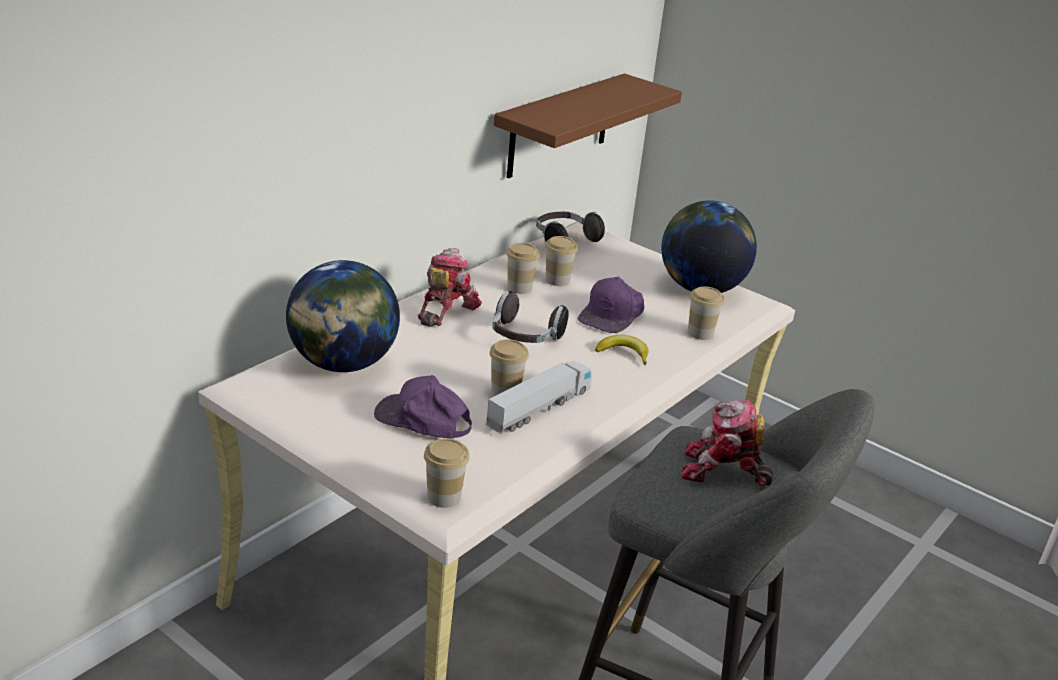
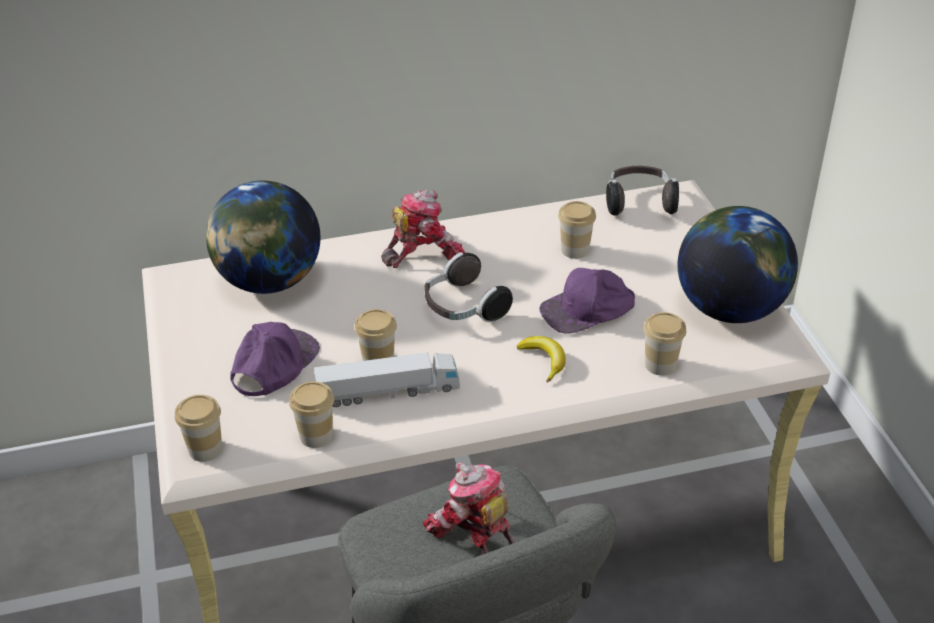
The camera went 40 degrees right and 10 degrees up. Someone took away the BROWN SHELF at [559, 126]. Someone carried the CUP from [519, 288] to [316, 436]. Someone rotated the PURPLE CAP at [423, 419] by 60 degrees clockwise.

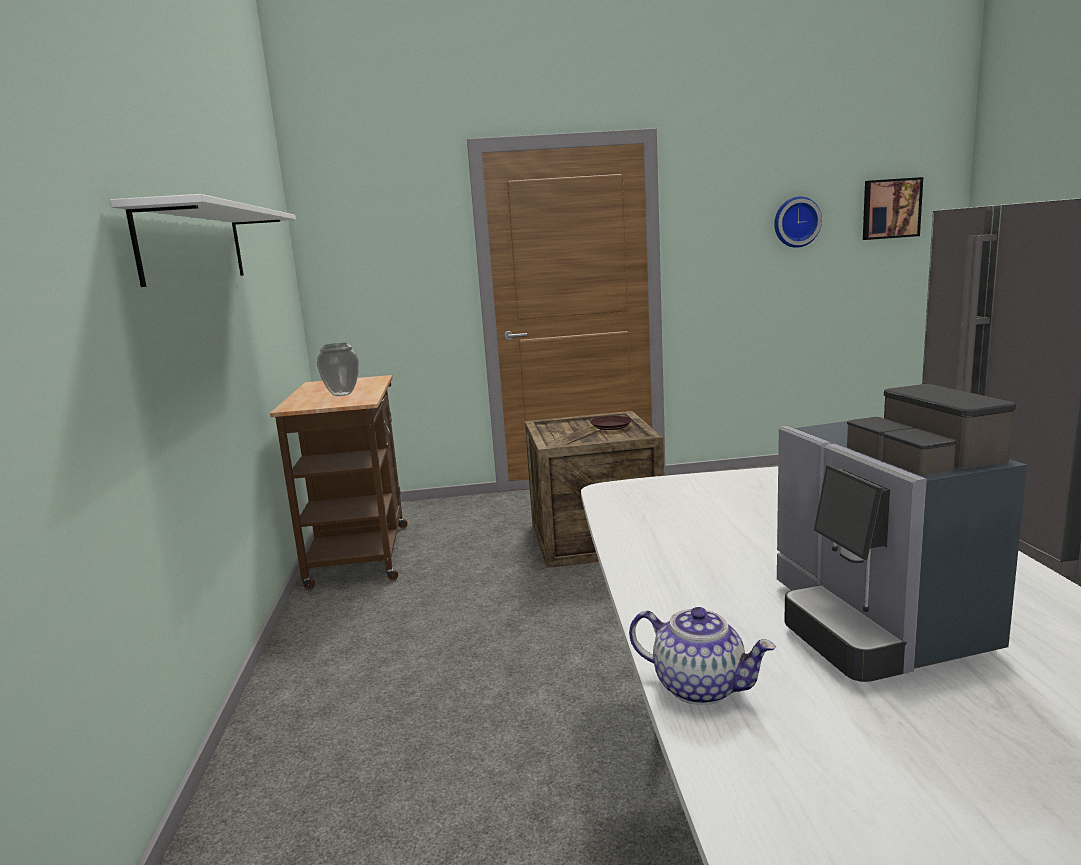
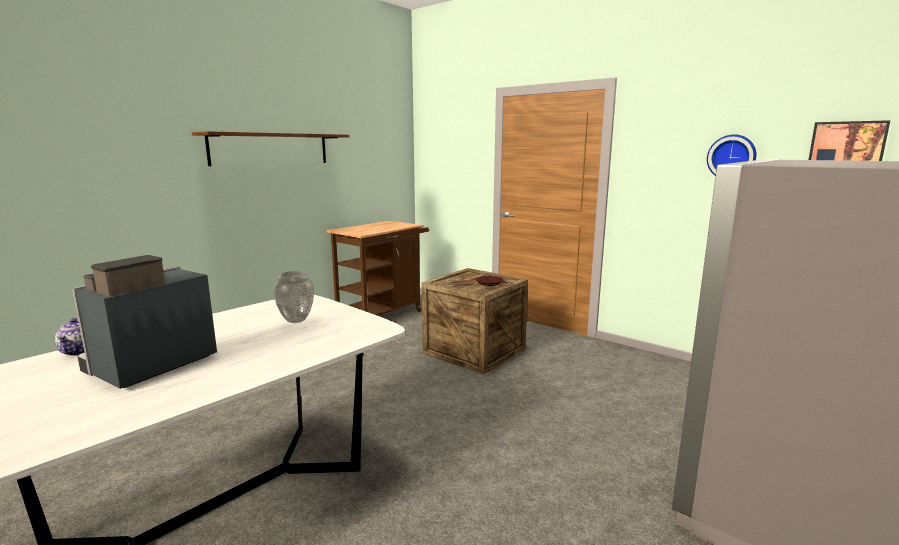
The camera went 45 degrees right and 0 degrees up. Someone repainted the WHITE SHELF at [194, 245], which became the BROWN SHELF at [271, 149]. Someone carried the VASE from [341, 394] to [295, 320].

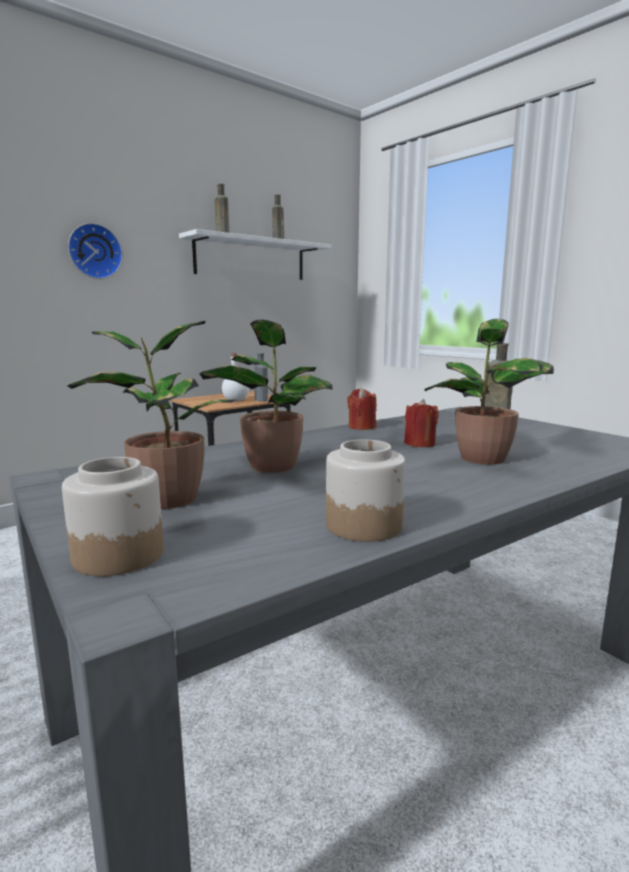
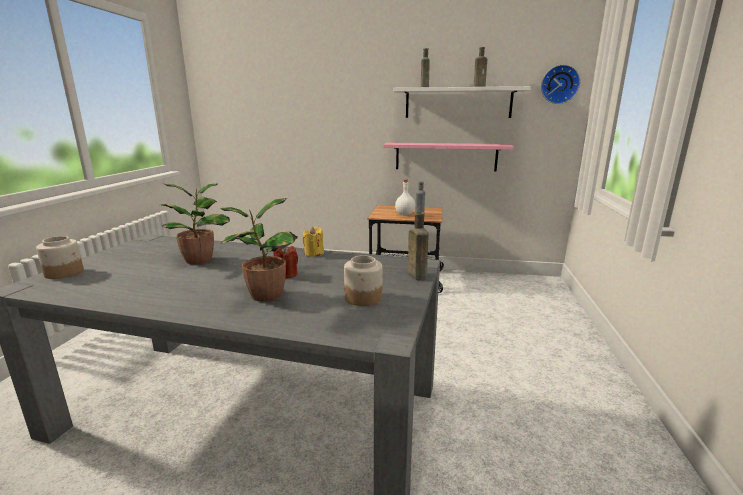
The camera went 50 degrees right and 5 degrees up. Someone carried the WALL CLOCK from [94, 251] to [559, 84]. Someone took away the POTTED PLANT at [164, 499]. Someone repainted the RED CANDLE at [361, 427], which became the YELLOW CANDLE at [314, 253]. Someone carried the JAR from [364, 525] to [363, 297]. Someone put up the PINK SHELF at [446, 156].

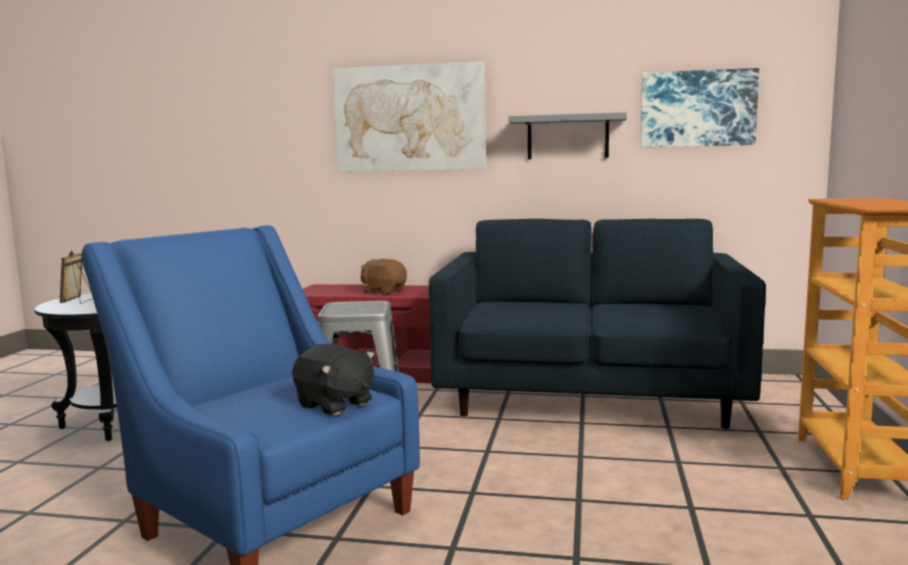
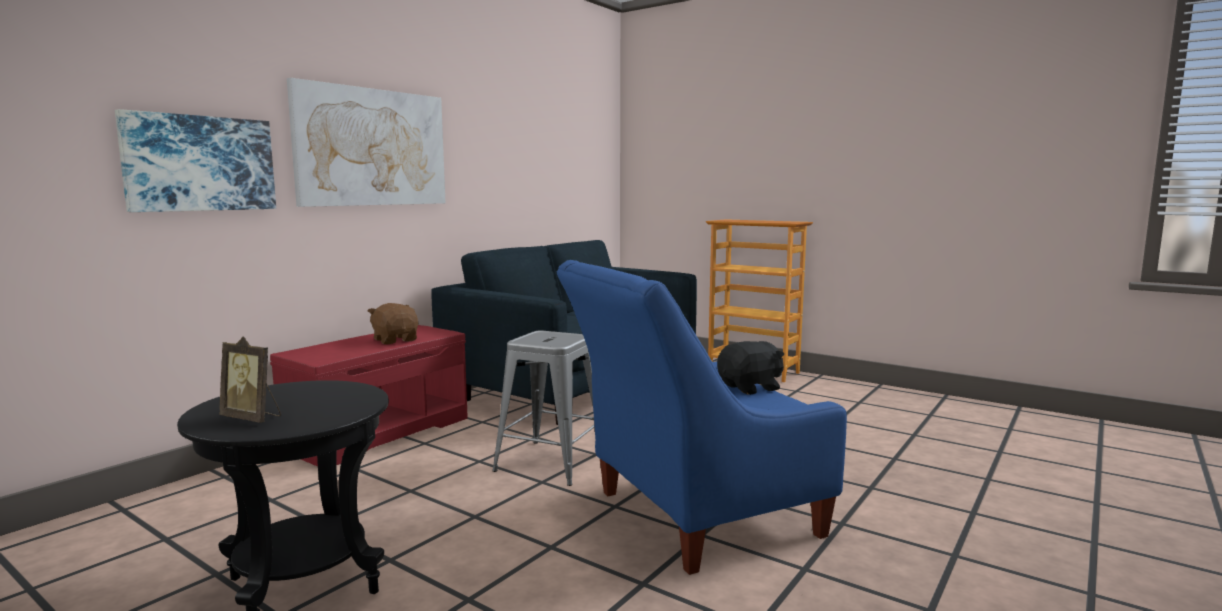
The camera went 65 degrees left and 0 degrees up. Someone carried the PICTURE from [697, 109] to [200, 163]. Someone took away the GREY SHELF at [568, 137]. Someone rotated the BROWN PLUSH TOY at [383, 292] by 90 degrees clockwise.

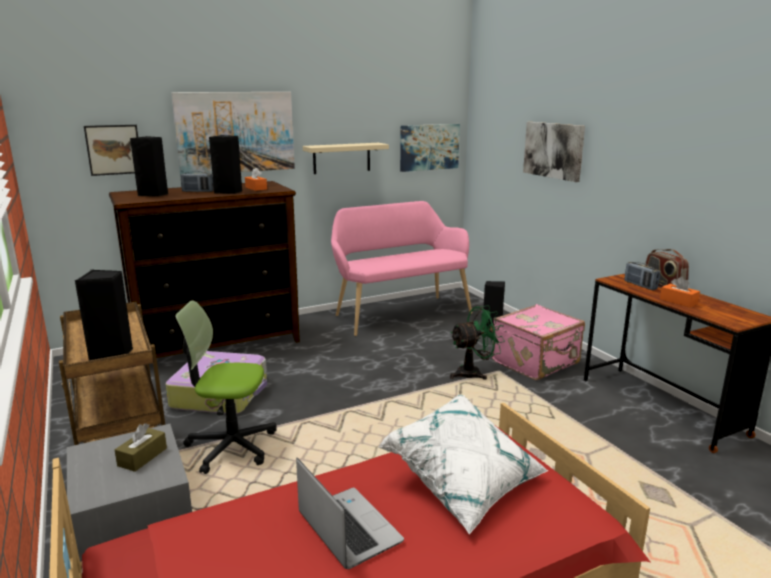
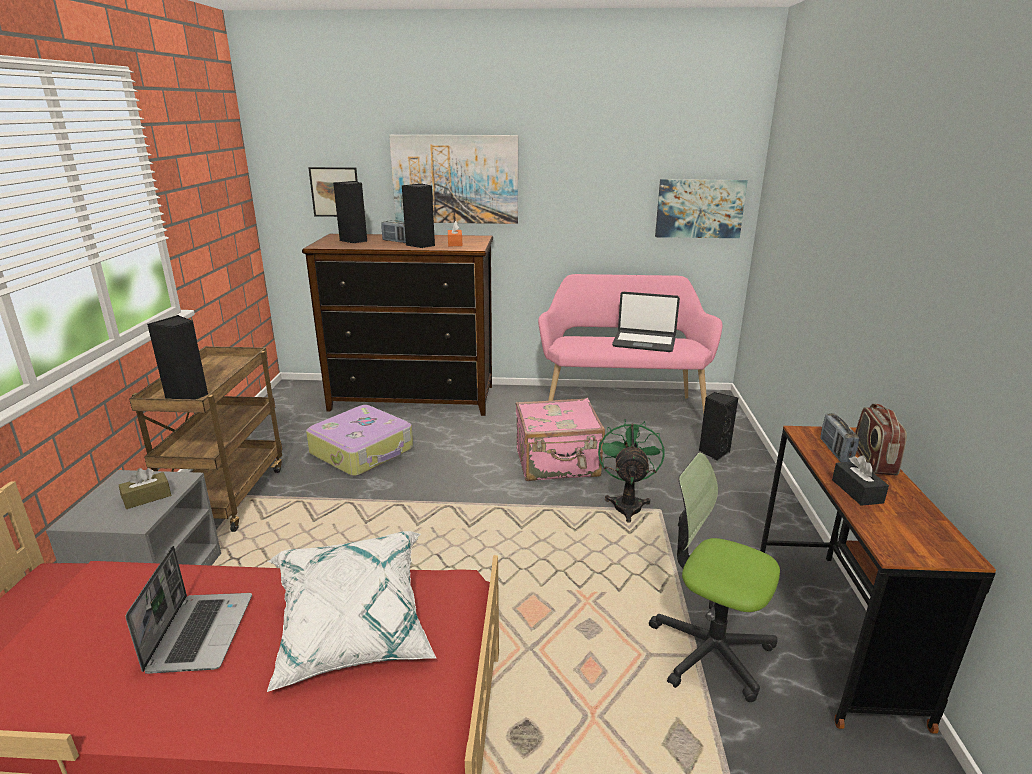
The camera went 30 degrees right and 5 degrees up. Someone took away the PICTURE at [553, 150]. Someone took away the BEIGE SHELF at [341, 158]. Someone repainted the ORANGE TISSUE BOX at [678, 301], which became the BLACK TISSUE BOX at [857, 491]. Someone carried the OFFICE CHAIR from [231, 446] to [710, 650]. Someone carried the PINK SUITCASE from [536, 363] to [558, 464]. Someone rotated the GREEN FAN at [474, 373] by 90 degrees counterclockwise. Someone put down the LAPTOP at [644, 342].

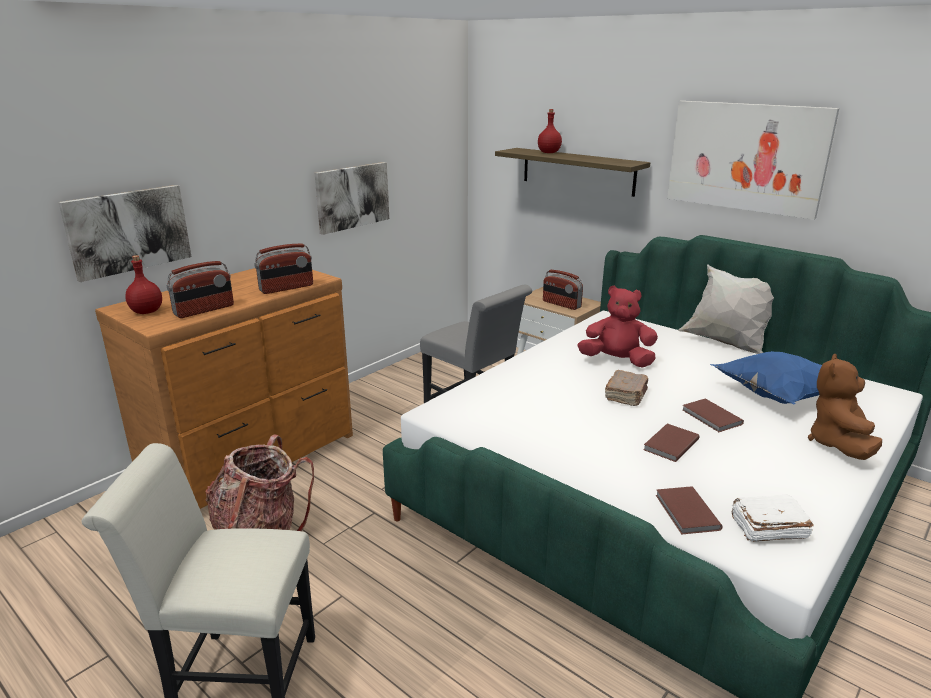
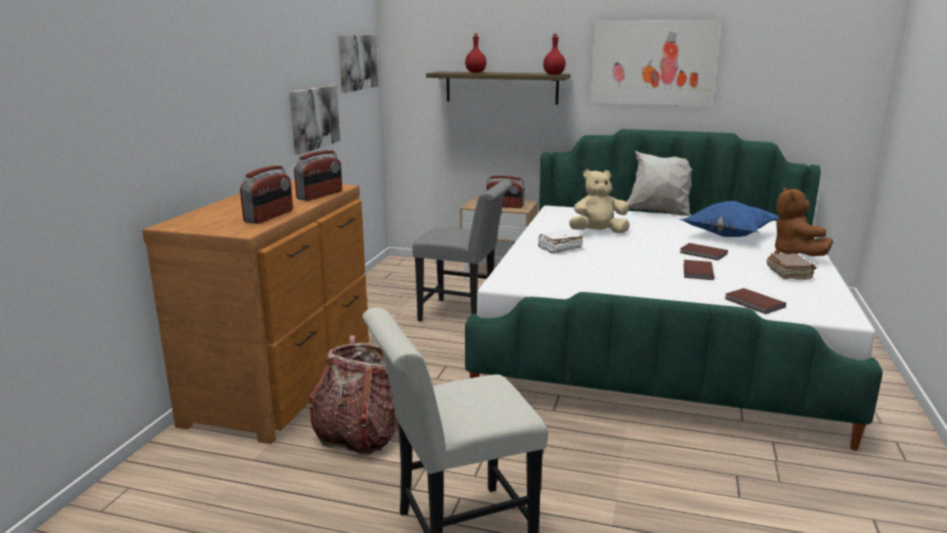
The camera went 25 degrees left and 5 degrees down. Someone carried the PICTURE from [128, 231] to [357, 62]. Someone carried the RED BOTTLE from [147, 311] to [553, 74]. Someone repainted the RED PLUSH TOY at [617, 361], which became the BEIGE PLUSH TOY at [598, 233]. Someone carried the BROWN BOOK from [626, 396] to [789, 274]. Someone carried the WHITE BOOK from [767, 528] to [559, 248].

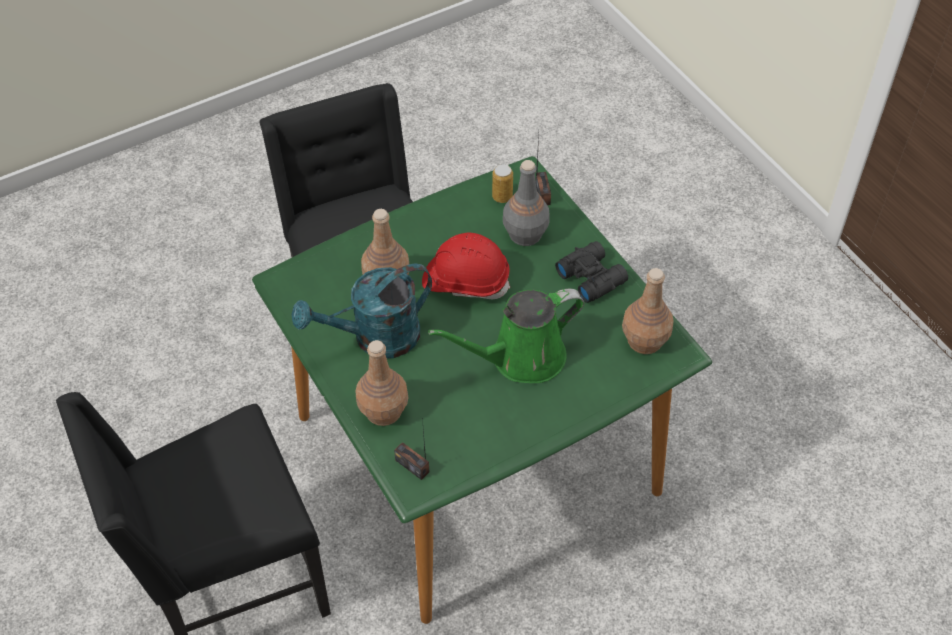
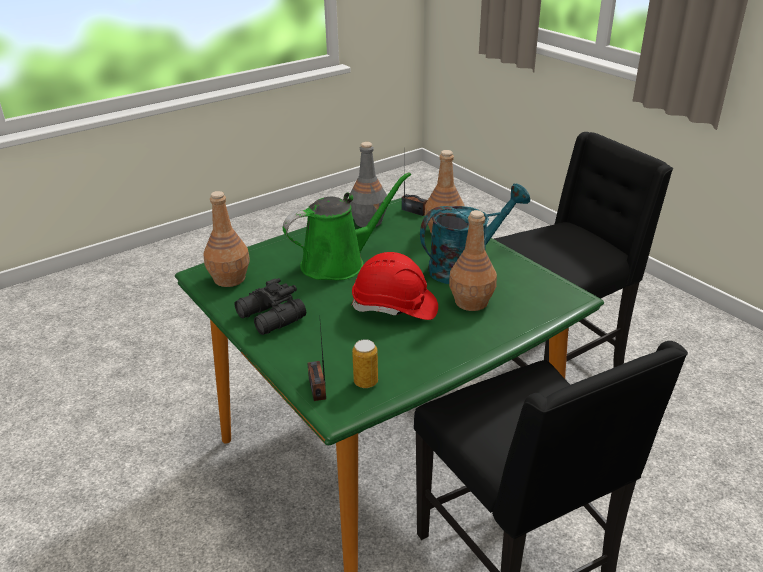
The camera went 175 degrees right and 20 degrees down. Someone carried the GREY BOTTLE from [525, 234] to [369, 221].

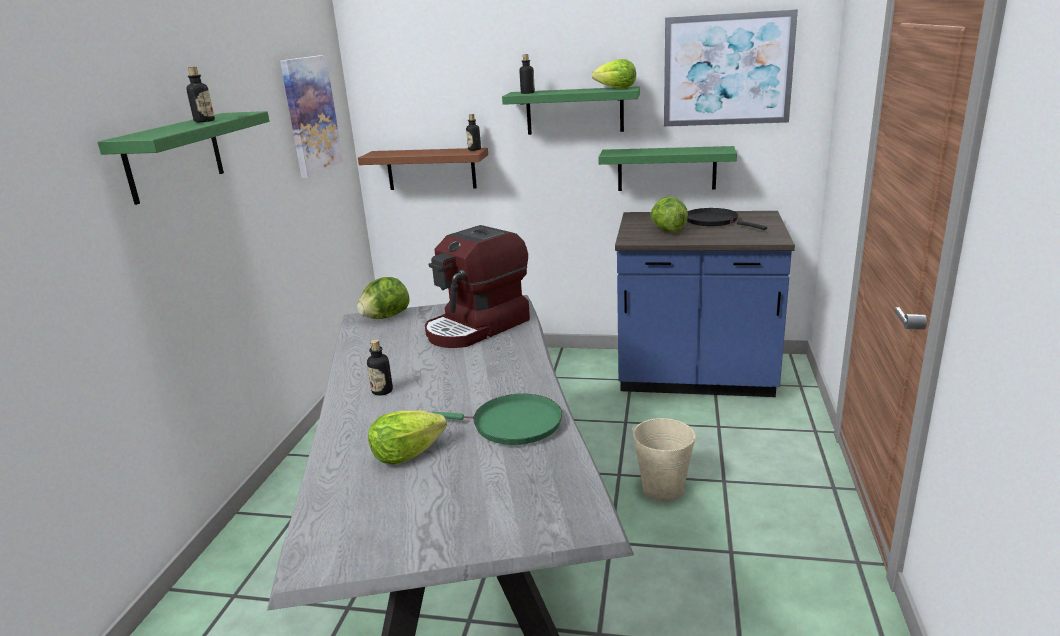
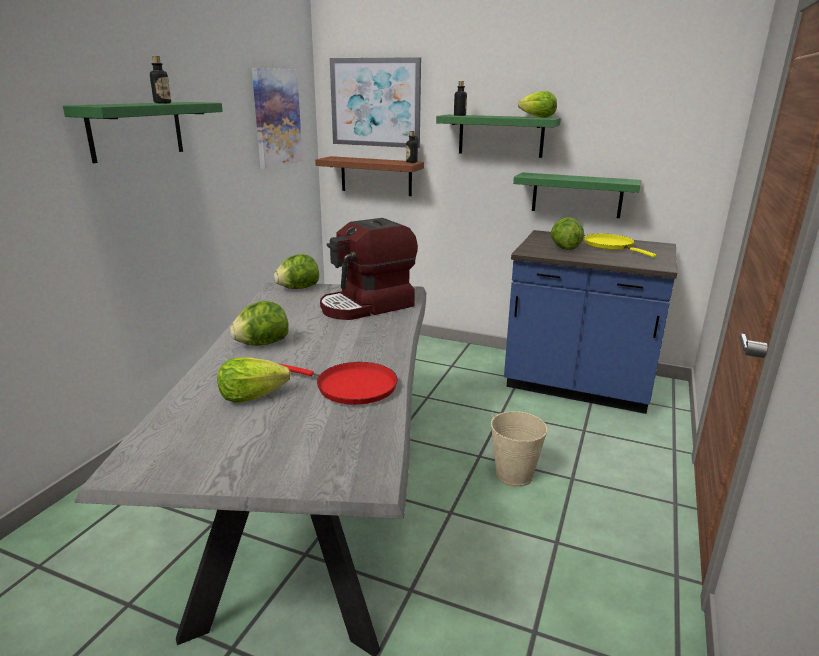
The camera went 10 degrees right and 0 degrees up. Someone carried the PICTURE from [727, 70] to [375, 103]. Someone repainted the BLACK FRYING PAN at [714, 221], which became the YELLOW FRYING PAN at [611, 246]. Someone swapped the BOTTLE at [382, 391] for the LETTUCE at [262, 344]. Someone repainted the GREEN FRYING PAN at [510, 425], which became the RED FRYING PAN at [351, 387].

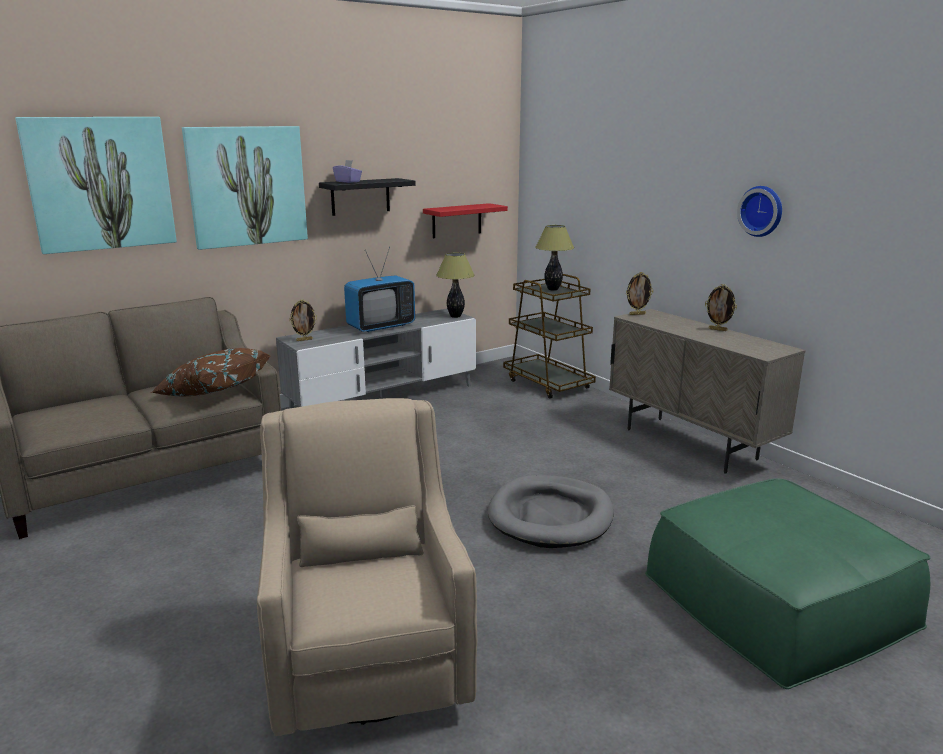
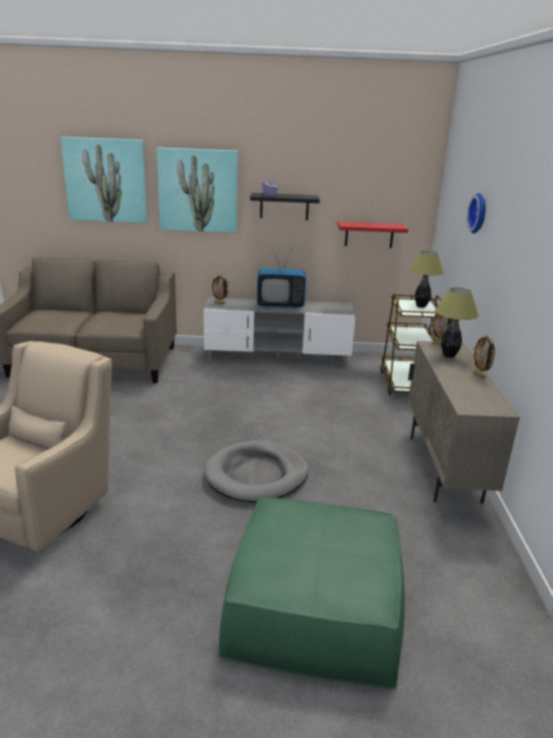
The camera went 35 degrees right and 5 degrees up. Someone carried the WALL CLOCK from [762, 211] to [479, 213]. Someone carried the TABLE LAMP from [455, 316] to [449, 355]. Someone took away the BROWN PILLOW at [213, 392].

